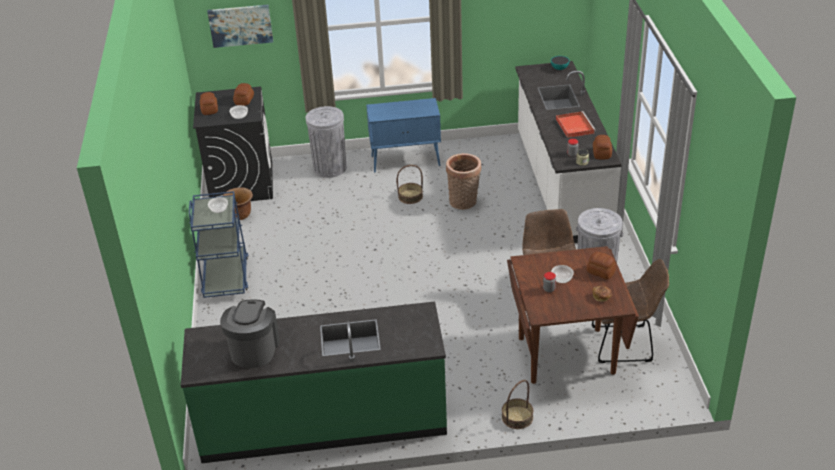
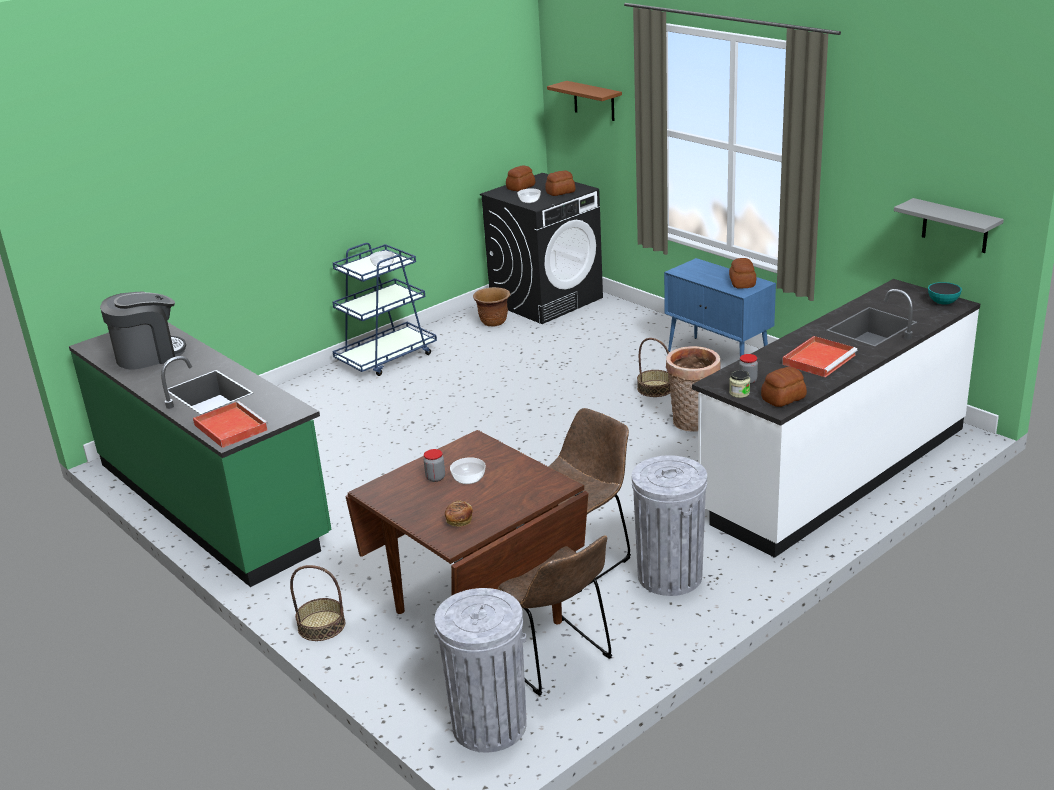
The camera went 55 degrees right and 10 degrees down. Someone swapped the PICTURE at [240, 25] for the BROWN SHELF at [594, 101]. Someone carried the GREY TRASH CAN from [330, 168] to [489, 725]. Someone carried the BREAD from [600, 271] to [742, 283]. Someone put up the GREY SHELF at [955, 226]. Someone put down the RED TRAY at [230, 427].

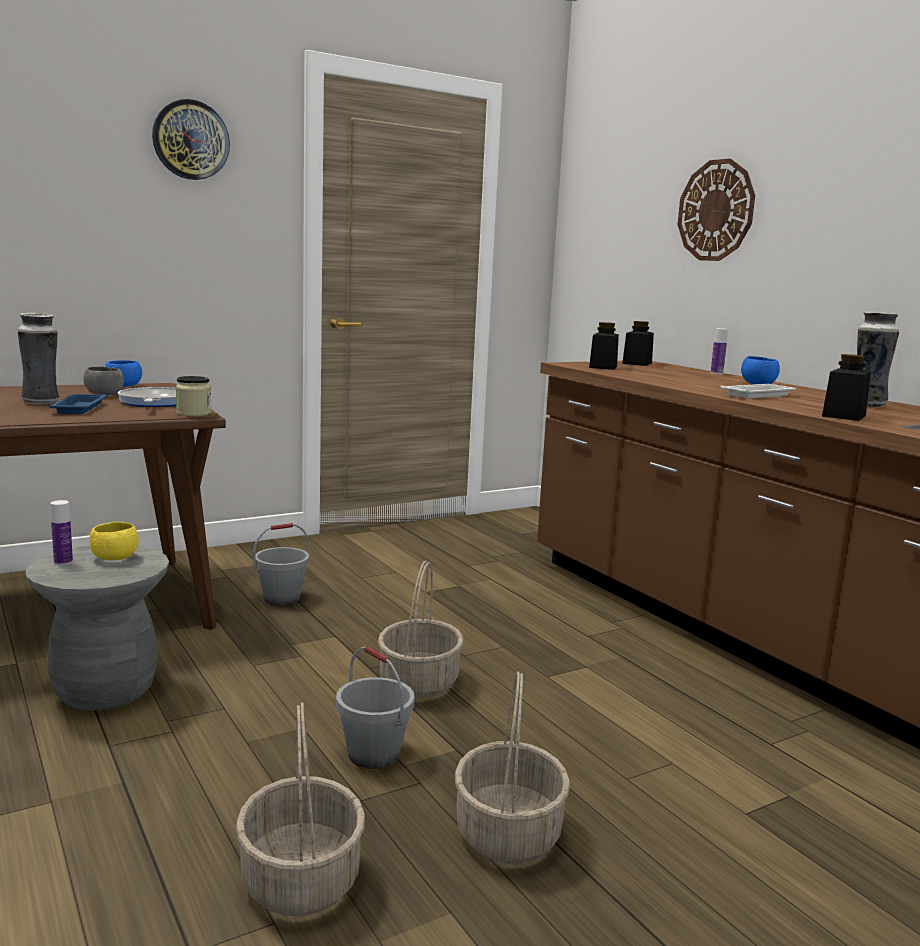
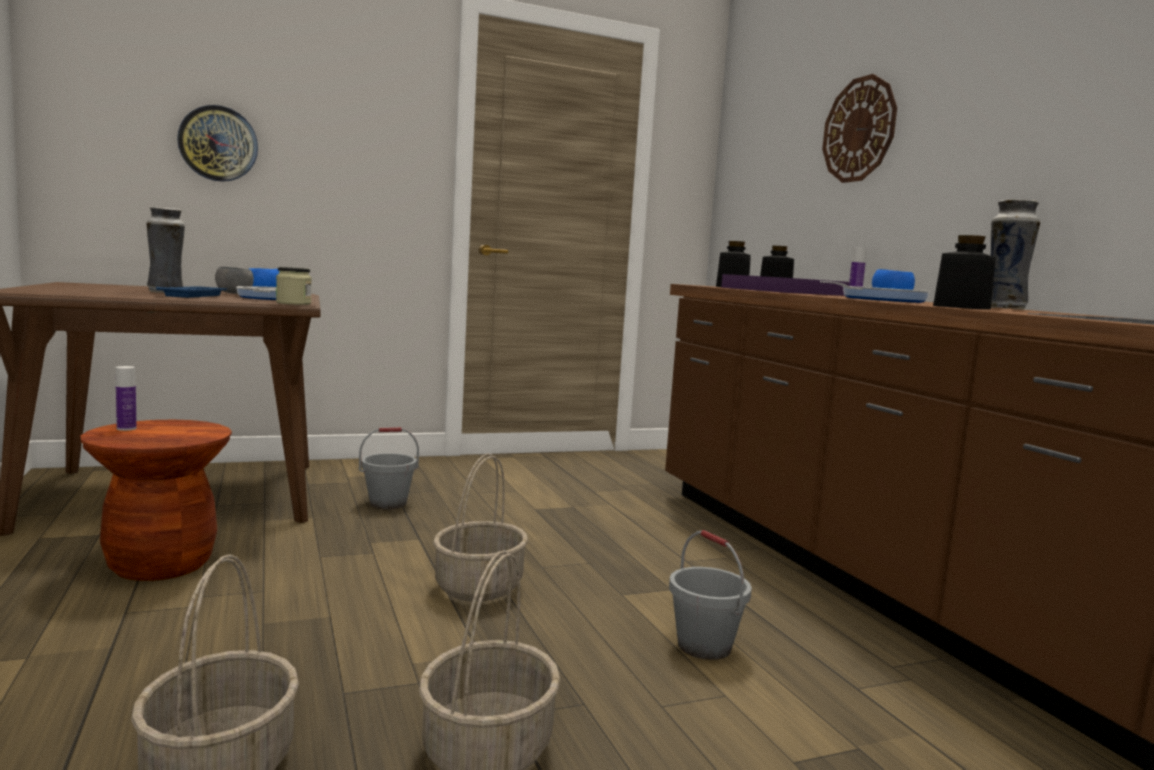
The camera went 10 degrees right and 5 degrees down. Someone carried the WALL CLOCK from [191, 140] to [218, 144]. Someone swapped the WHITE TRAY at [759, 395] for the FRYING PAN at [879, 299]. Someone took away the YELLOW BOWL at [115, 558]. Someone repainted the GREY STOOL at [105, 690], which became the BROWN STOOL at [161, 565]. Someone carried the GREY BUCKET from [374, 754] to [705, 646]. Someone put down the PURPLE TRAY at [783, 291].

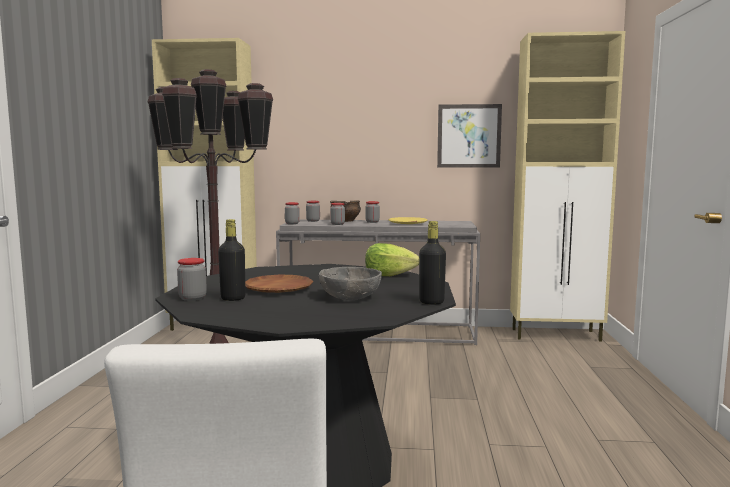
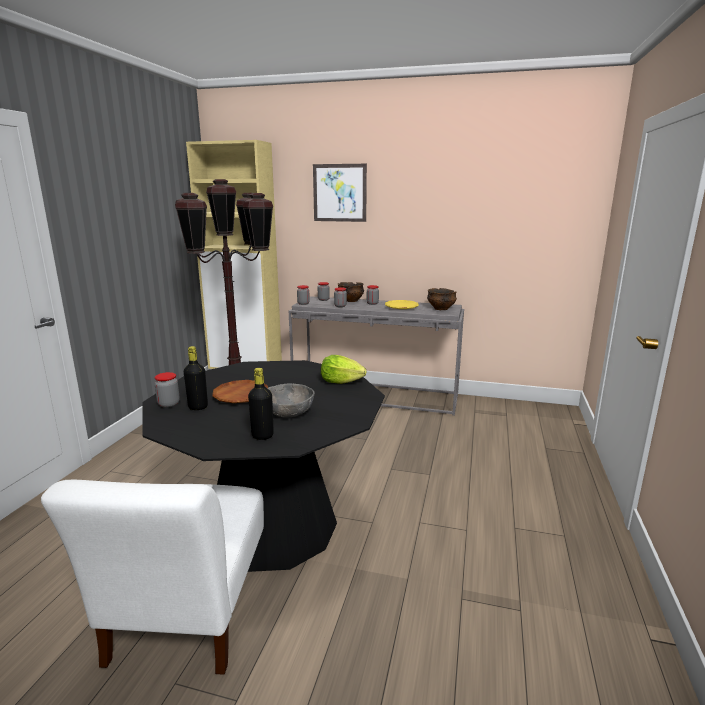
The camera went 10 degrees right and 10 degrees up. Someone took away the BEIGE CABINET at [557, 335]. Someone carried the PICTURE from [469, 136] to [339, 193]. Someone carried the BLACK BOTTLE from [431, 302] to [262, 436]. Someone put down the BOWL at [441, 309].

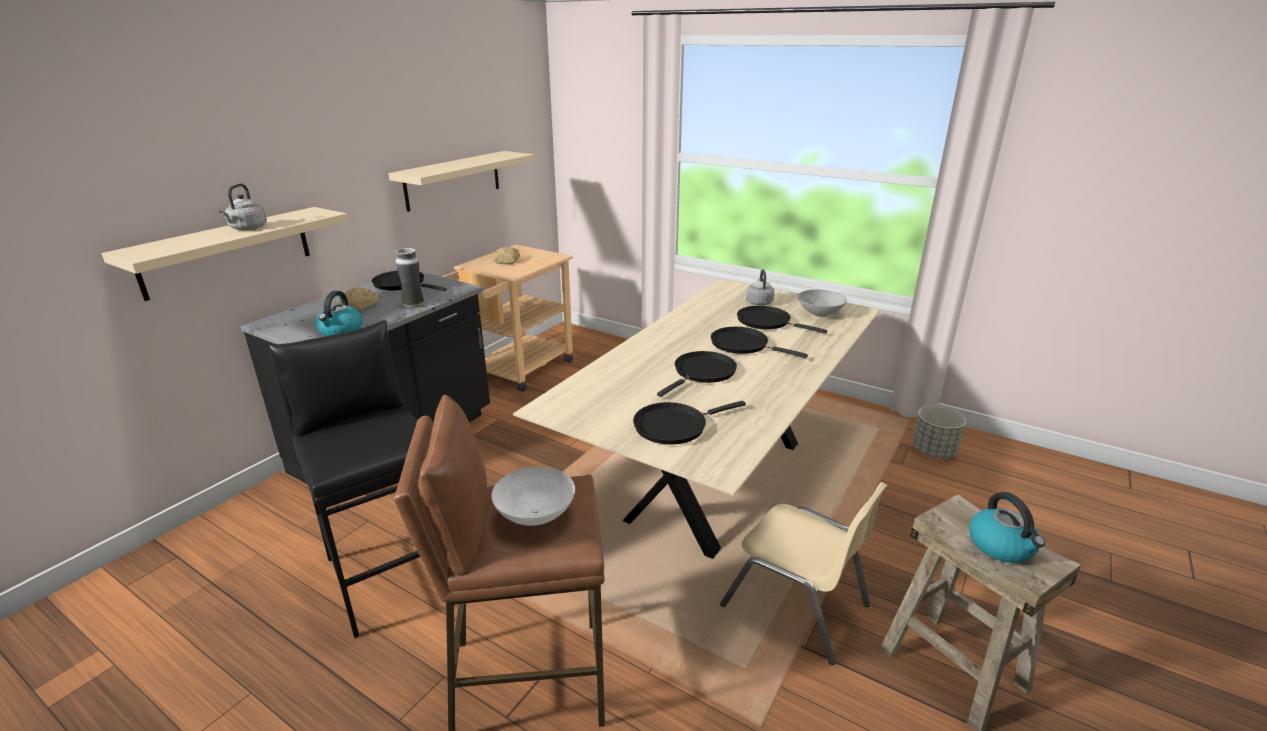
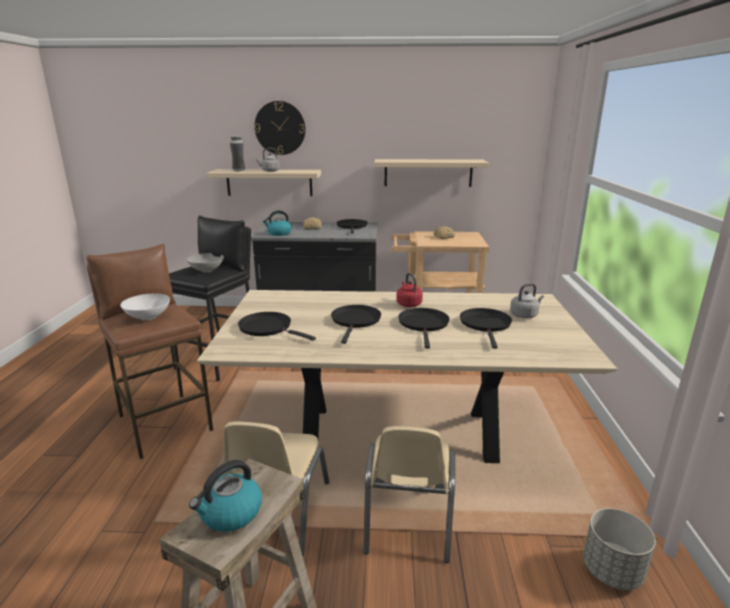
The camera went 60 degrees right and 5 degrees down. Someone carried the VASE from [414, 305] to [239, 171]. Someone carried the GREY BOWL from [819, 314] to [207, 270]. Someone rotated the BLACK FRYING PAN at [702, 373] by 90 degrees counterclockwise. Someone put up the WALL CLOCK at [280, 128]. Someone put down the RED KETTLE at [408, 304]. Someone put down the BEIGE CHAIR at [407, 518].

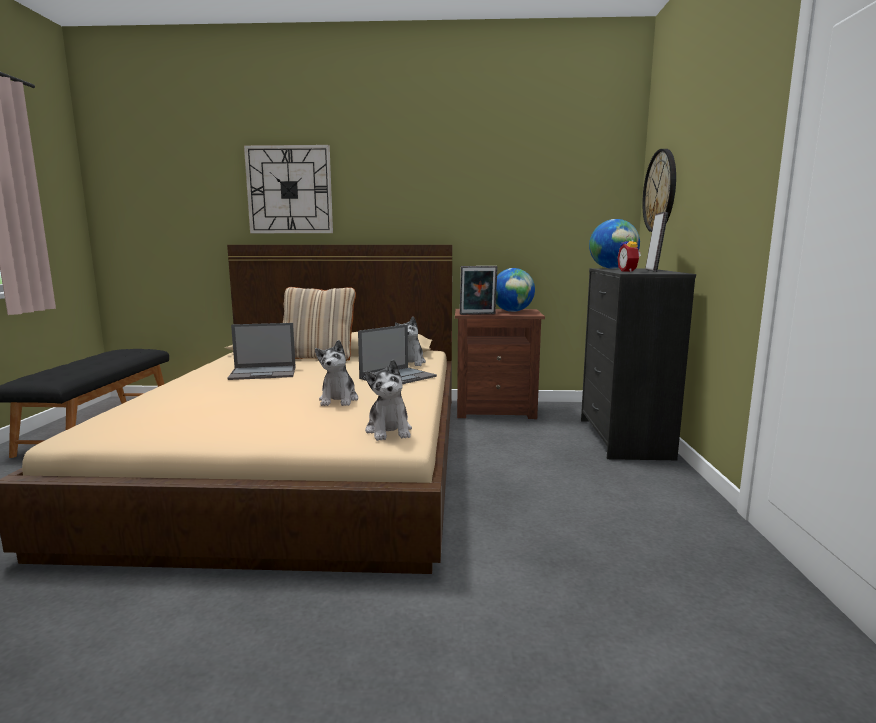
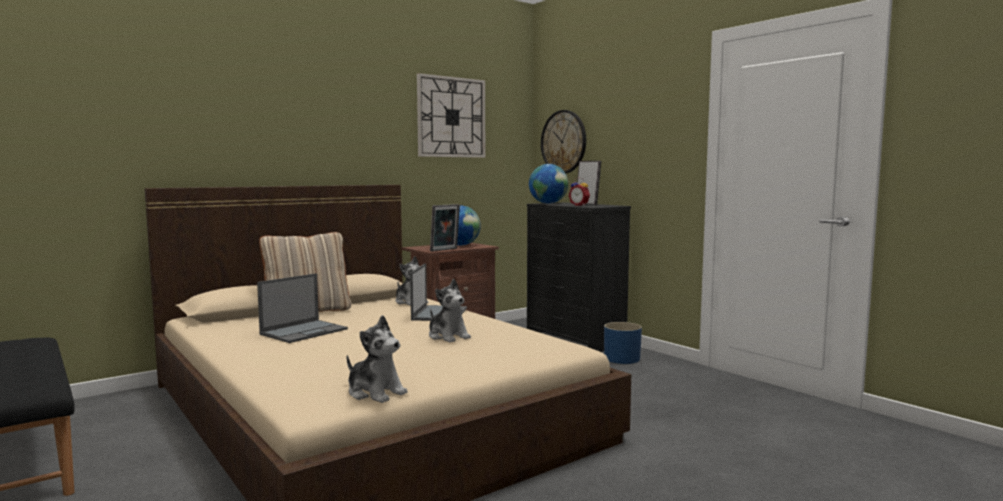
The camera went 40 degrees left and 5 degrees down. Someone carried the WALL CLOCK from [289, 190] to [451, 117]. Someone carried the PLUSH TOY from [389, 431] to [375, 392]. Someone put down the BLUE PLANTER at [622, 358].

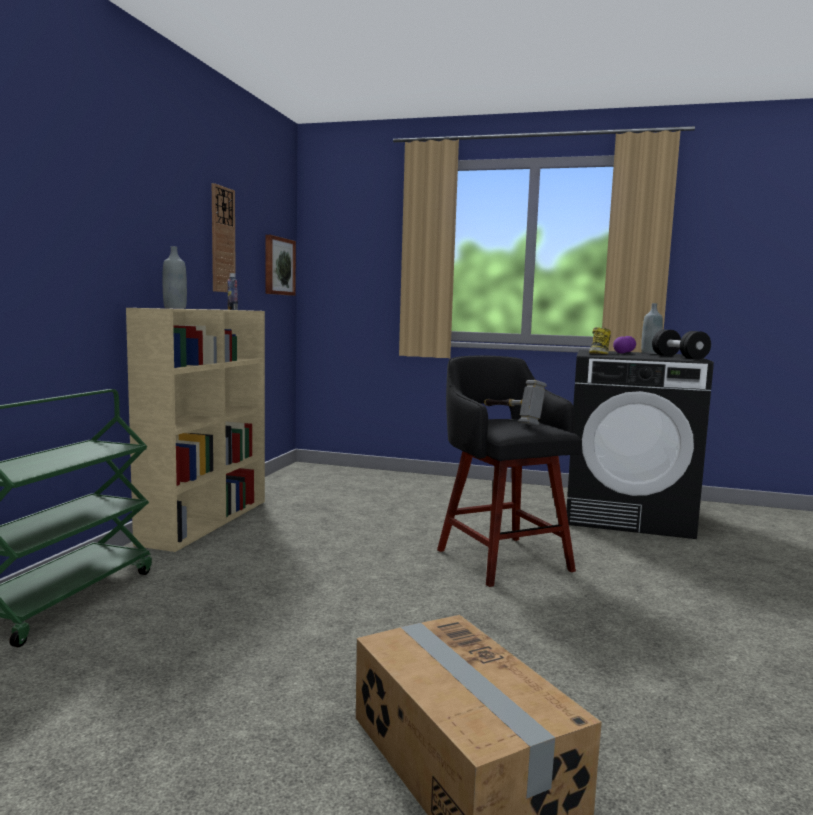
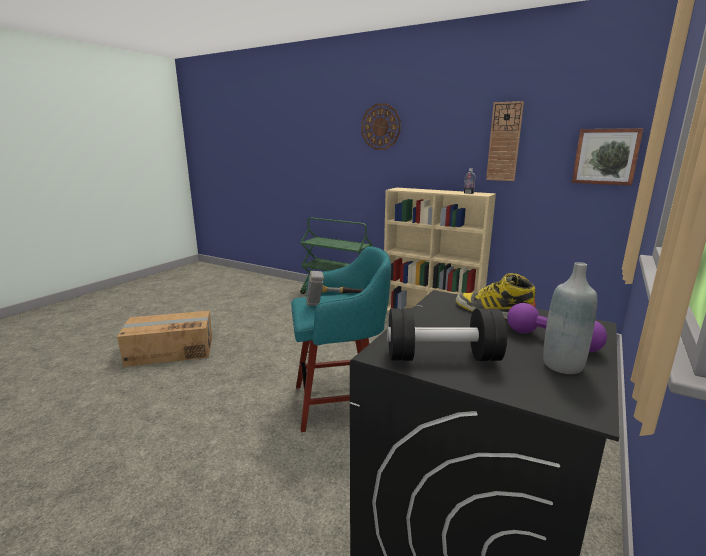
The camera went 105 degrees right and 10 degrees up. Someone took away the GREY BOTTLE at [175, 308]. Someone repainted the BLACK STOOL at [501, 558], which became the TURQUOISE STOOL at [340, 403]. Someone put up the WALL CLOCK at [381, 127].

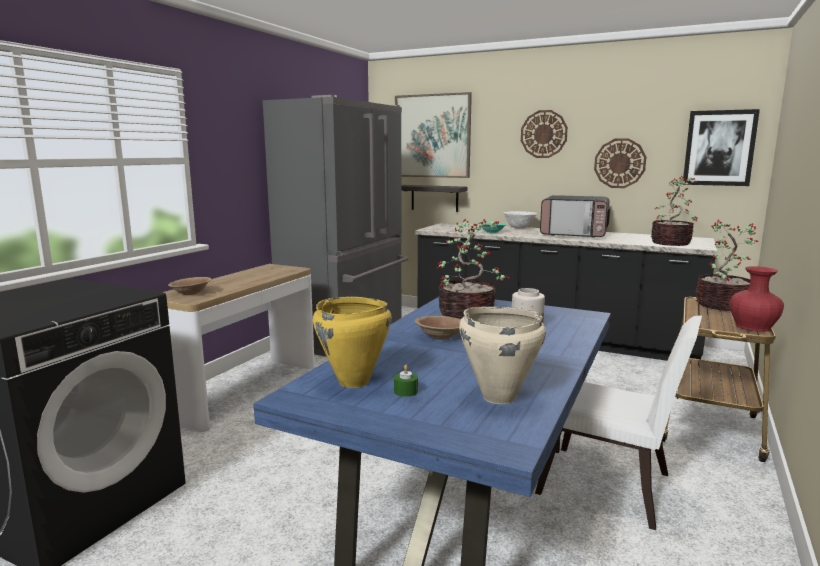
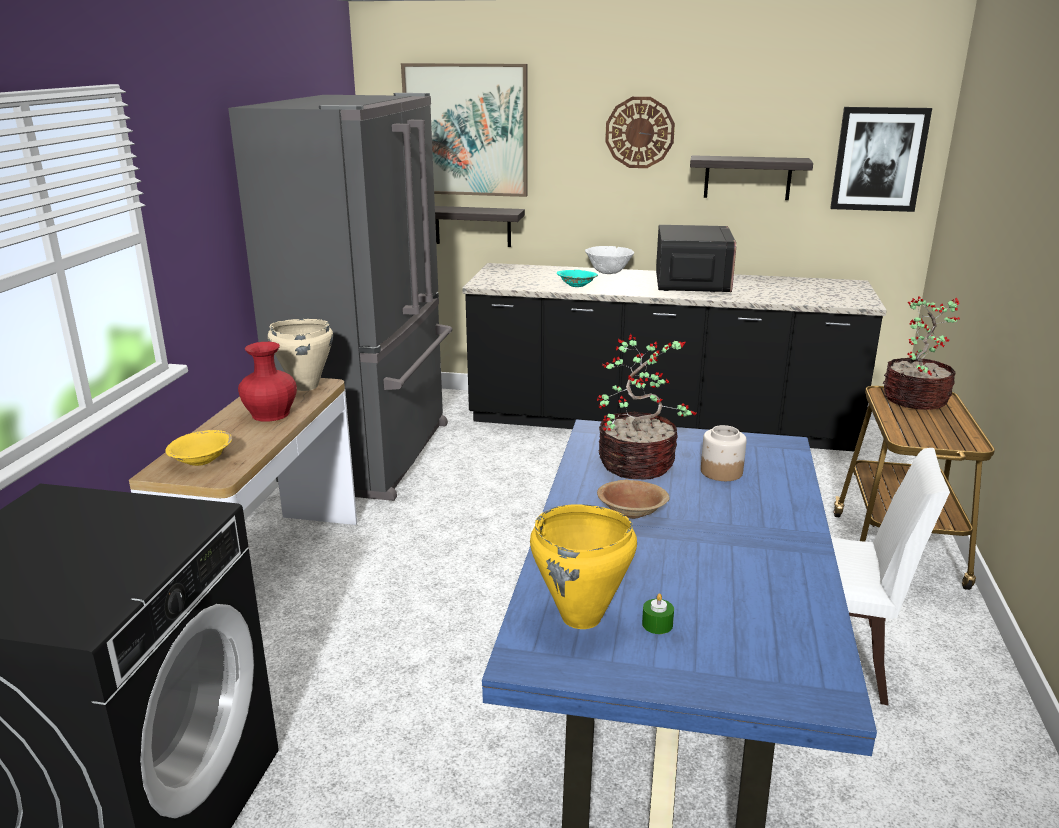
The camera went 15 degrees left and 10 degrees up. Someone swapped the WALL CLOCK at [619, 163] for the SHELF at [747, 177]. Someone took away the POTTED PLANT at [671, 243]. Someone rotated the MICROWAVE at [574, 234] by 90 degrees counterclockwise. Someone carried the RED VASE from [752, 326] to [270, 414]. Someone repainted the BROWN BOWL at [191, 293], which became the YELLOW BOWL at [201, 460]. Someone carried the BEIGE COOKING POT from [498, 397] to [305, 386].

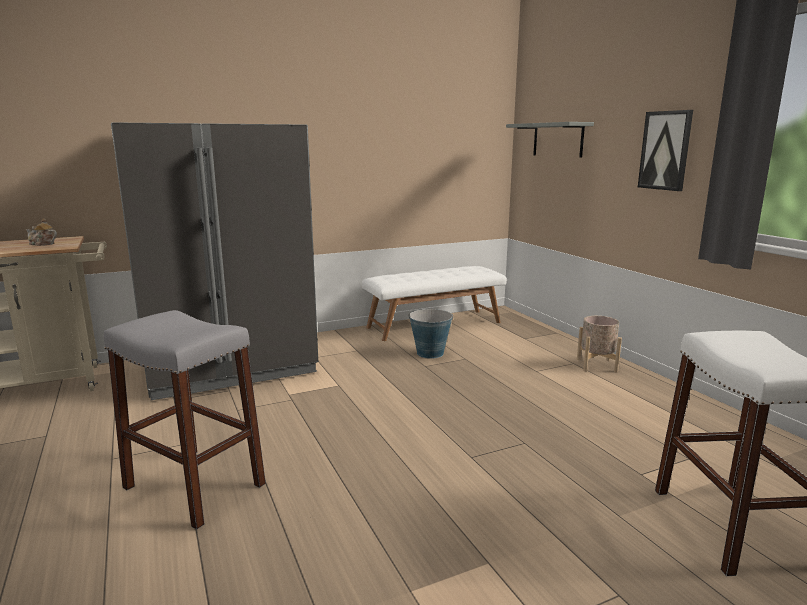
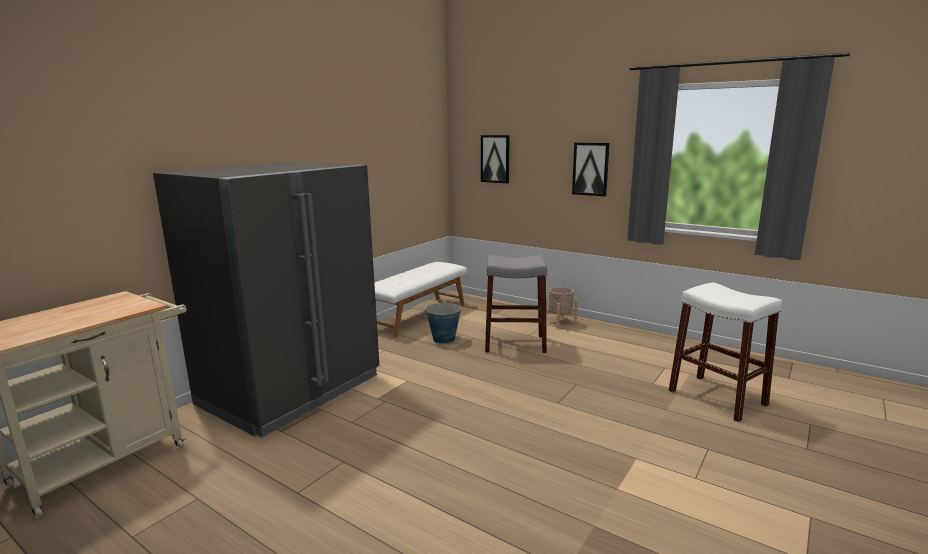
The camera went 30 degrees left and 0 degrees up. Someone swapped the GREY SHELF at [558, 139] for the PICTURE at [495, 159]. Someone took away the TEAPOT at [42, 244]. Someone carried the GREY STOOL from [194, 486] to [514, 343].

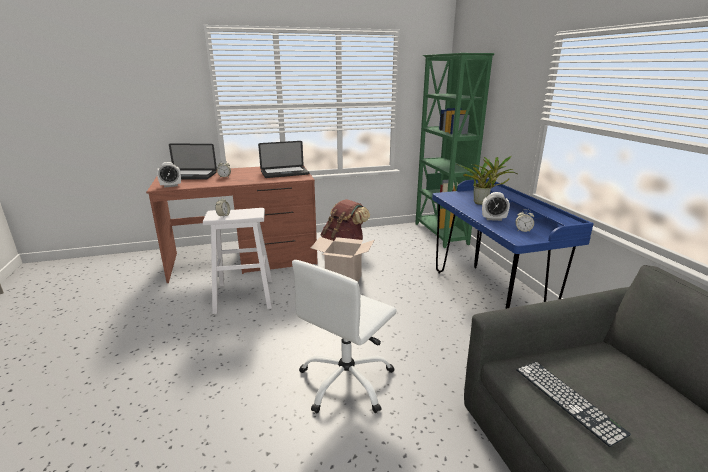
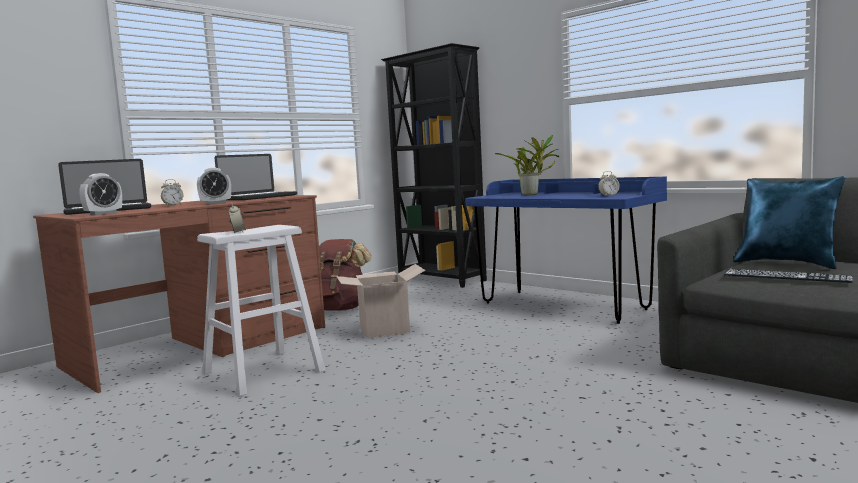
The camera went 30 degrees left and 15 degrees down. Someone repainted the GREEN BOOKCASE at [440, 234], which became the BLACK BOOKCASE at [441, 280]. Someone carried the ALARM CLOCK from [493, 219] to [215, 203]. Someone took away the WHITE OFFICE CHAIR at [346, 381]. Someone put down the BLUE PILLOW at [787, 263].

